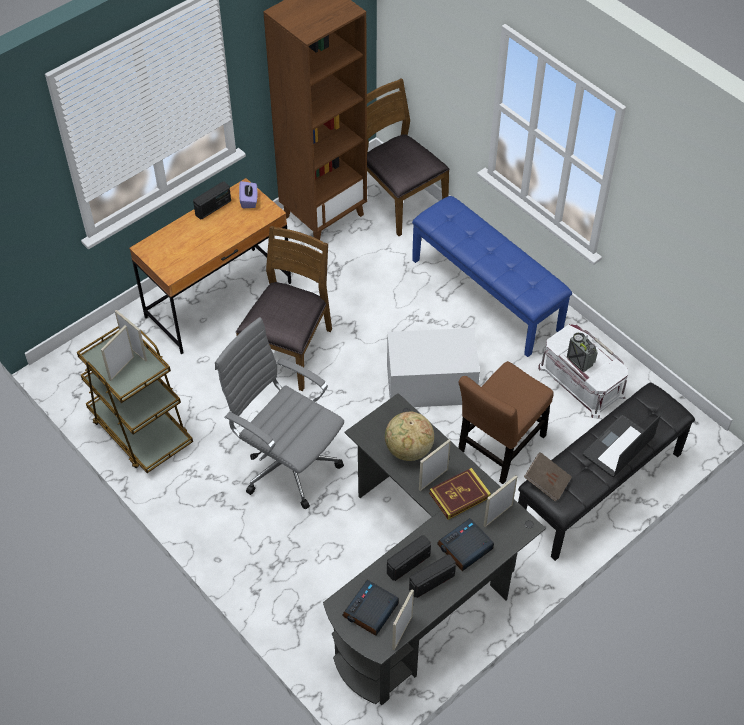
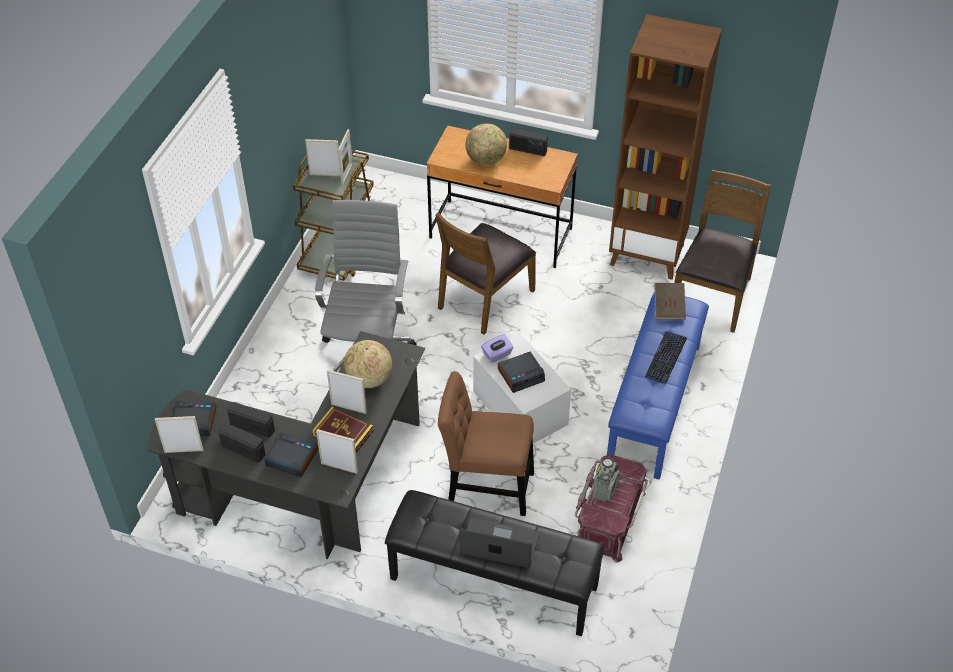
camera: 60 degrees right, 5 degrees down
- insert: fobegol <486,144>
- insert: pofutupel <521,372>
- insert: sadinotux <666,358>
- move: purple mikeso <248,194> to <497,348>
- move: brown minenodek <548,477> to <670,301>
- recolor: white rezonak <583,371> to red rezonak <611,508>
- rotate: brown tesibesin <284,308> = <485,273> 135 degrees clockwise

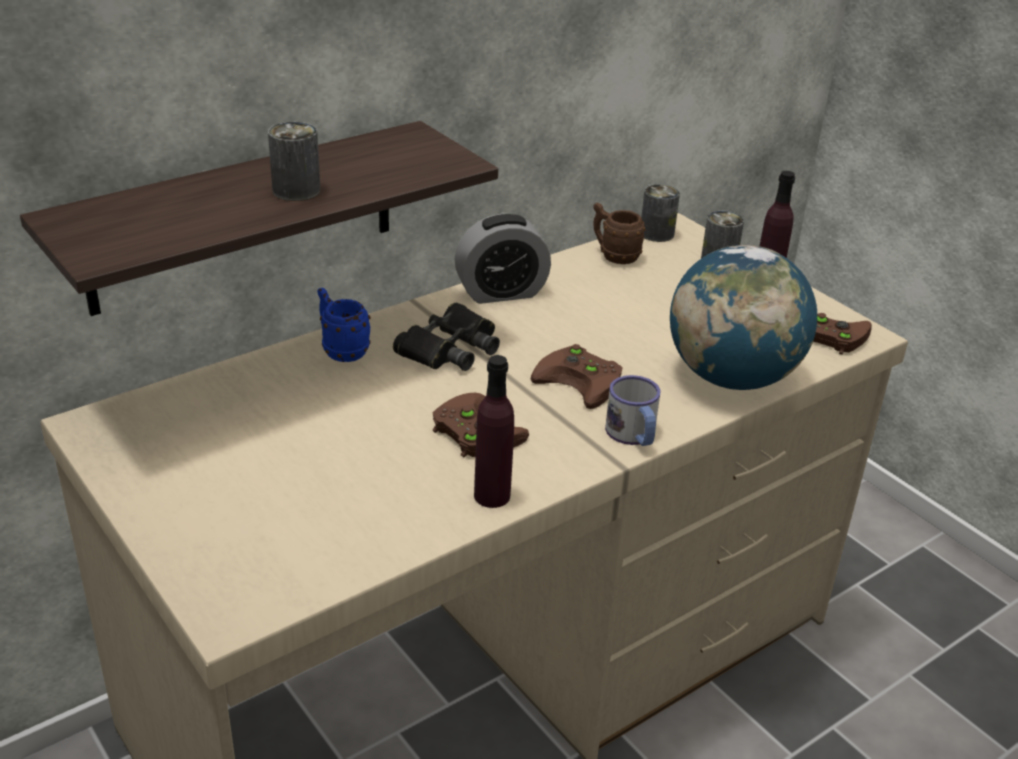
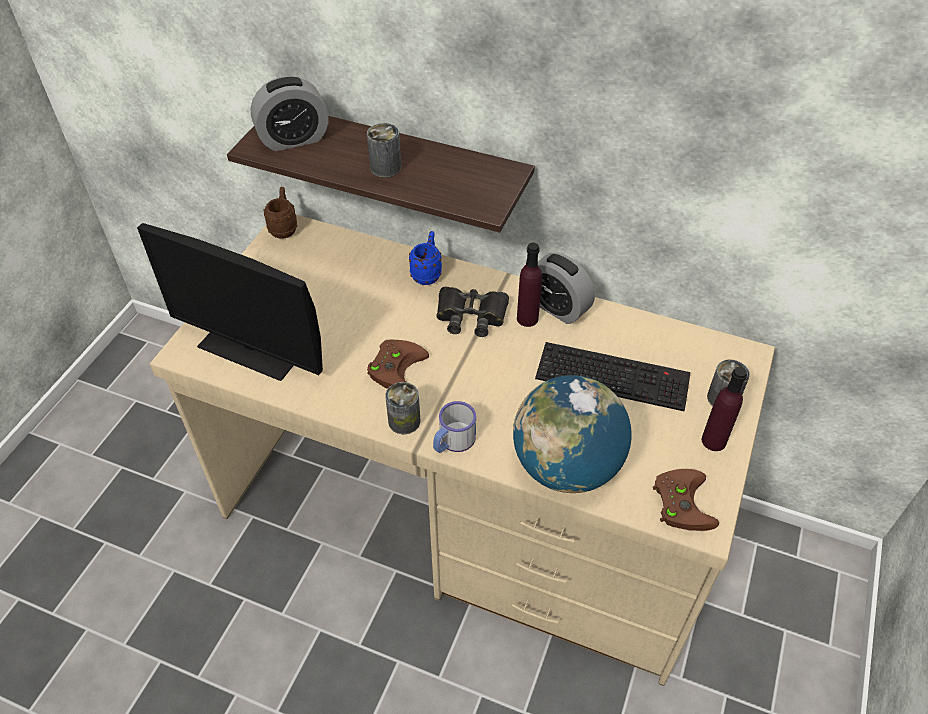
camera: 60 degrees right, 15 degrees up
- delete: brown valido <577,376>
- insert: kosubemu <230,302>
- insert: pofutupel <289,113>
- insert: sadinotux <613,376>
- move: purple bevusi <494,431> to <529,285>
- move: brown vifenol <619,233> to <280,213>
- move: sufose <660,213> to <403,408>

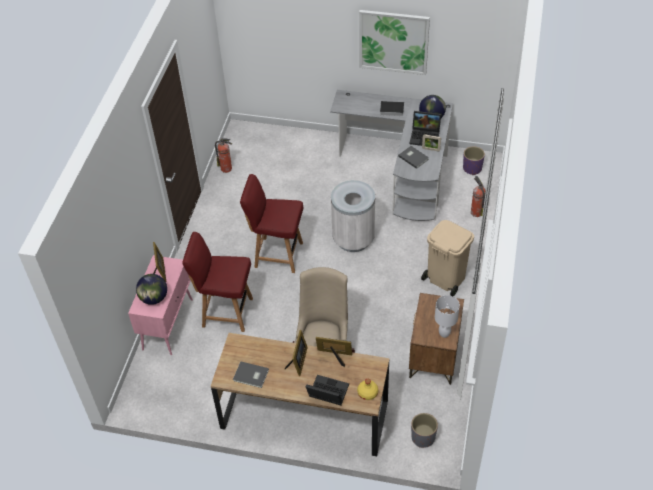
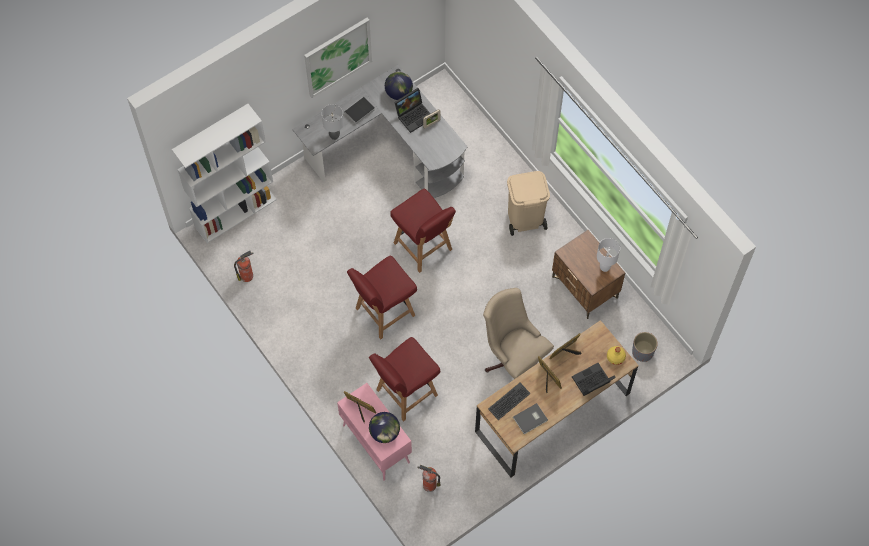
camera: 50 degrees left, 15 degrees up
- delete: grey minenodek <413,157>
- delete: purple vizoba <474,160>
- insert: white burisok <224,173>
- insert: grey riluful <333,122>
- insert: sadinotux <509,401>
- move: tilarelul <478,196> to <428,478>
- replace: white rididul <353,216> to red tesibesin <423,231>

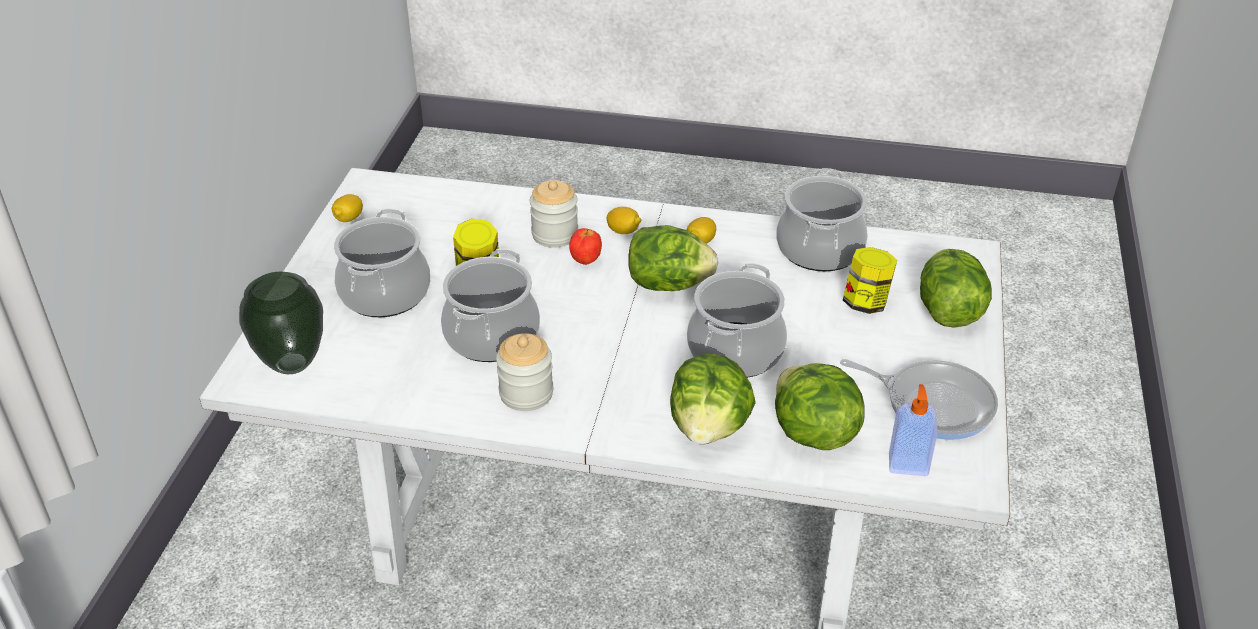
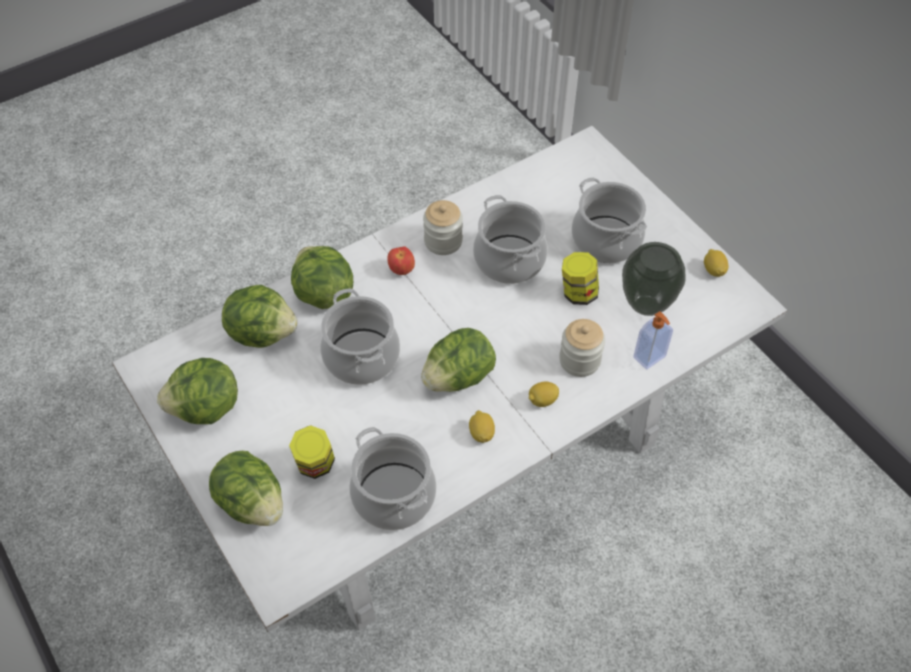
camera: 135 degrees right, 15 degrees up
- move: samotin <281,323> to <654,279>
- move: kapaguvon <586,246> to <401,260>
- move: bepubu <913,430> to <653,340>
- replace: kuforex <919,399> to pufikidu <197,391>

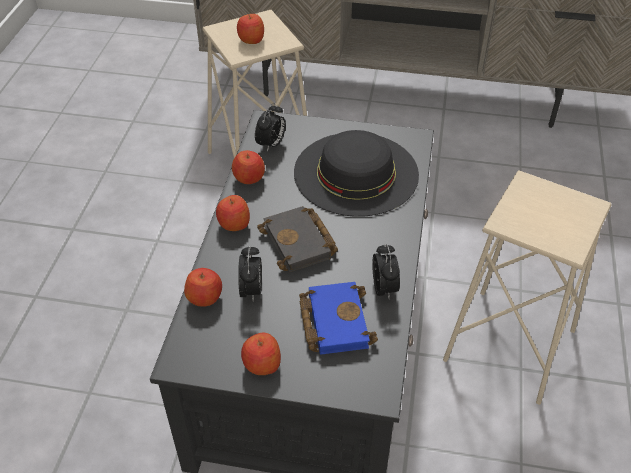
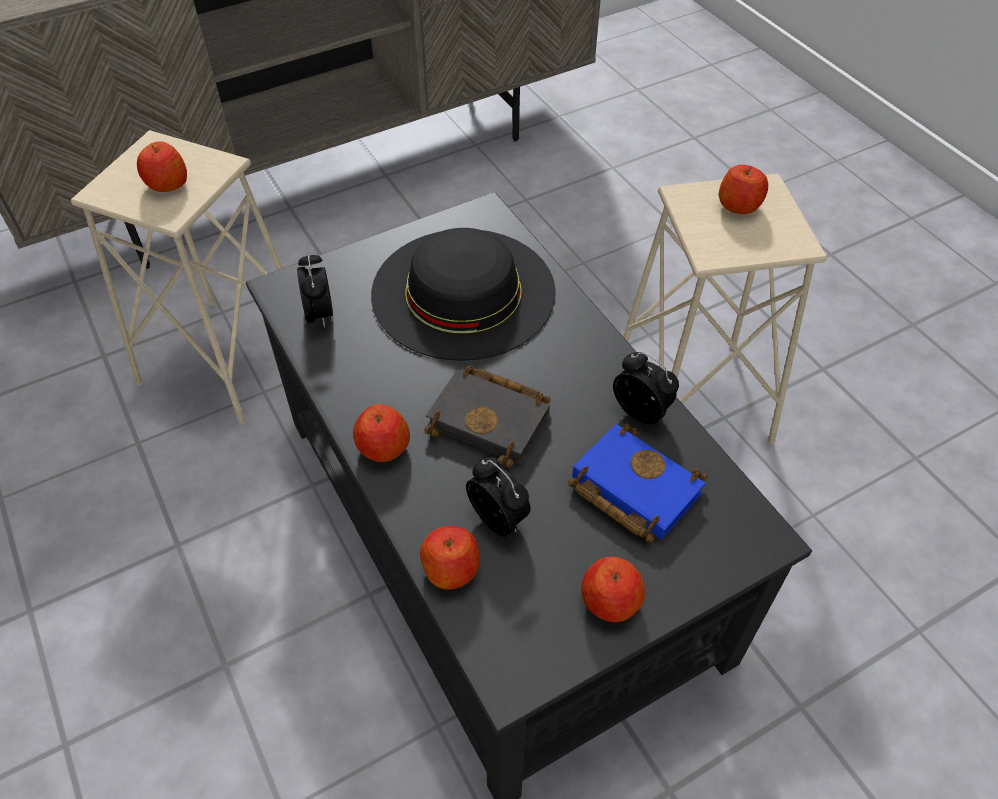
camera: 40 degrees left, 5 degrees up
- move: kapaguvon <248,167> to <743,189>

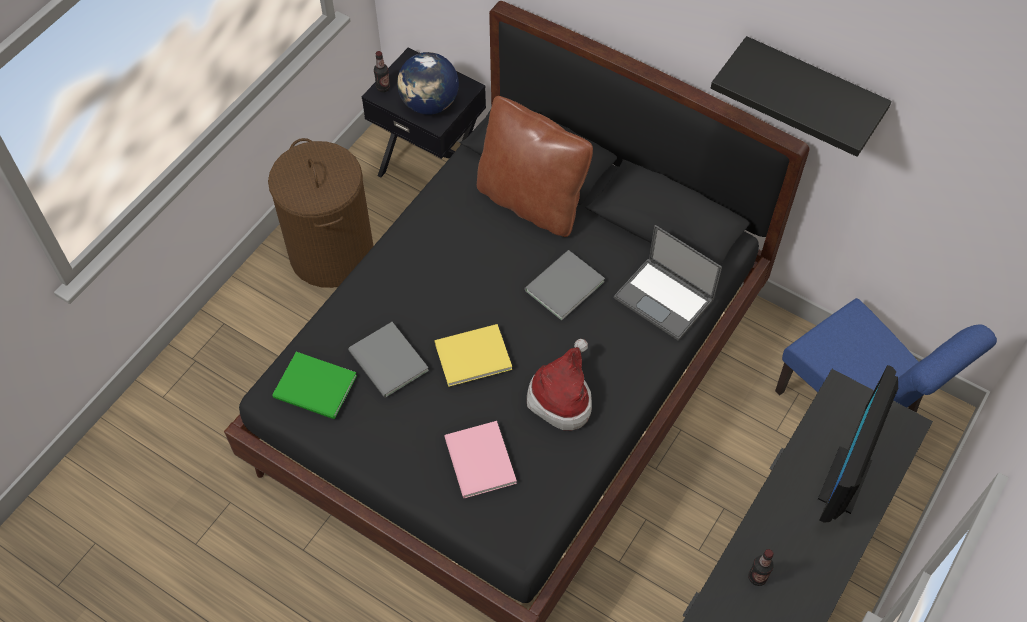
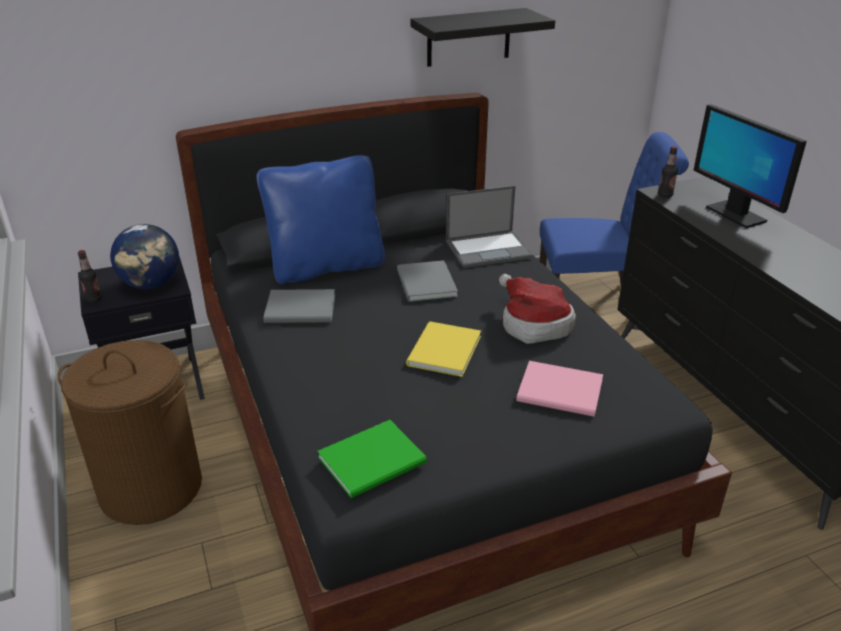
camera: 55 degrees left, 25 degrees down
- move: grey minenodek <388,360> to <299,306>
- move: bevusi <761,567> to <668,172>
- recolor: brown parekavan <535,166> to blue parekavan <320,219>

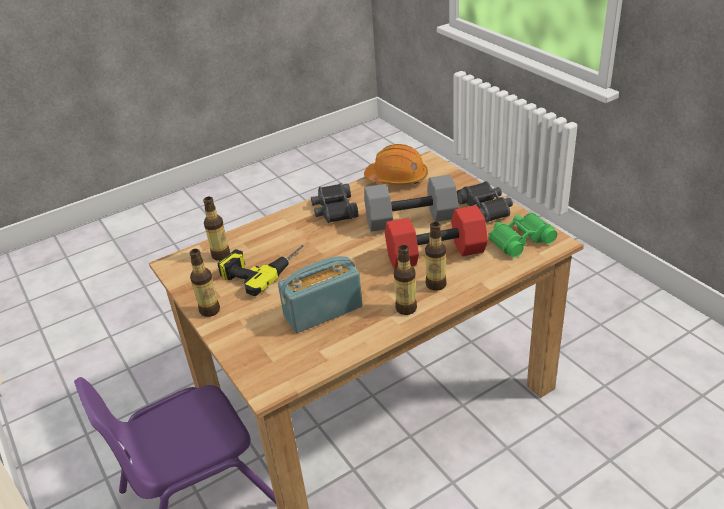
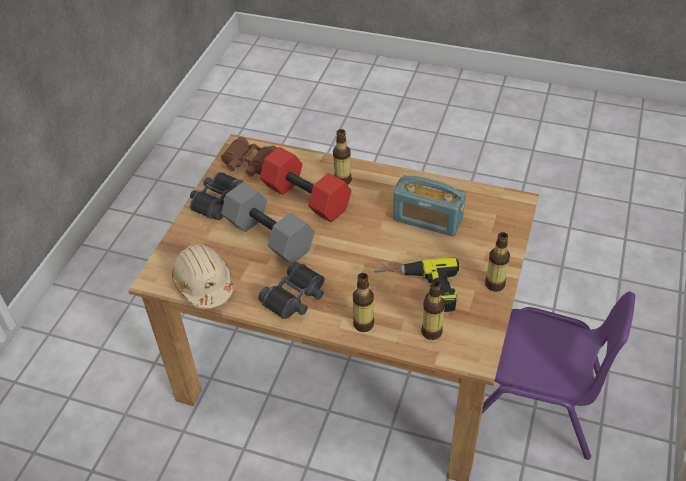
camera: 130 degrees left, 10 degrees up
- move: bevusi <405,280> to <363,302>
- recolor: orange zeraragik <396,164> to beige zeraragik <203,276>
- recolor: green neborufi <523,235> to brown neborufi <249,157>

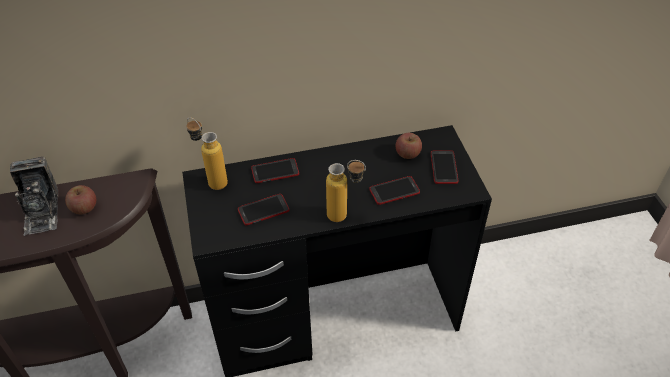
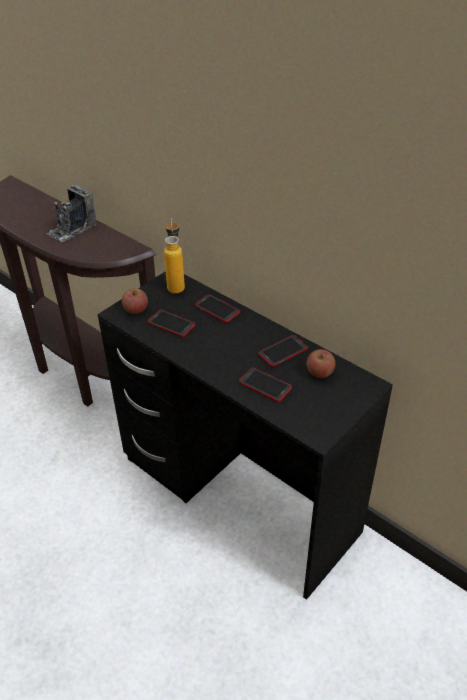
camera: 55 degrees right, 5 degrees down
- delete: bevusi <346,191>
- move: kapaguvon <80,199> to <135,301>
- move: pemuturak <444,167> to <283,351>

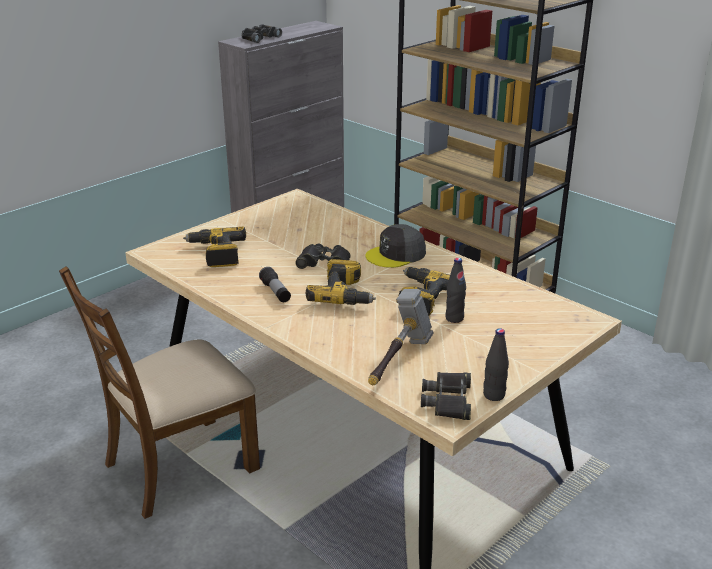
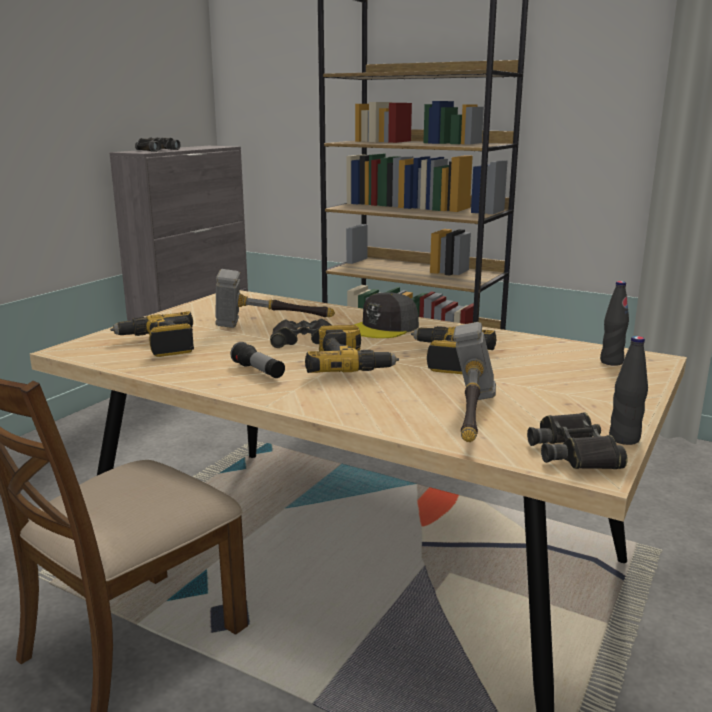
camera: 15 degrees left, 10 degrees down
- insert: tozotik <275,298>
- move: black bevusi <455,290> to <614,323>

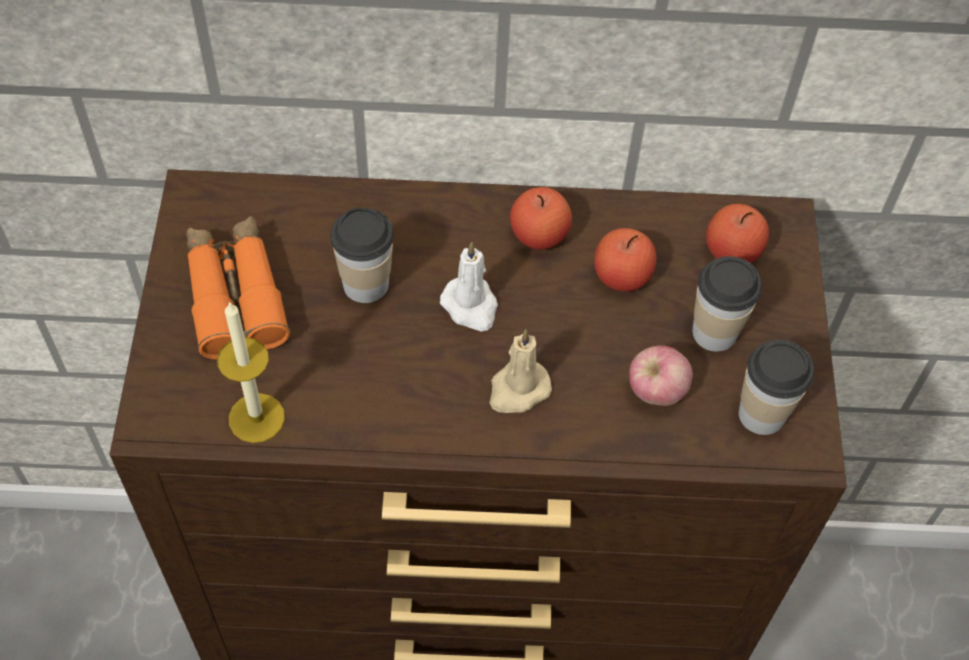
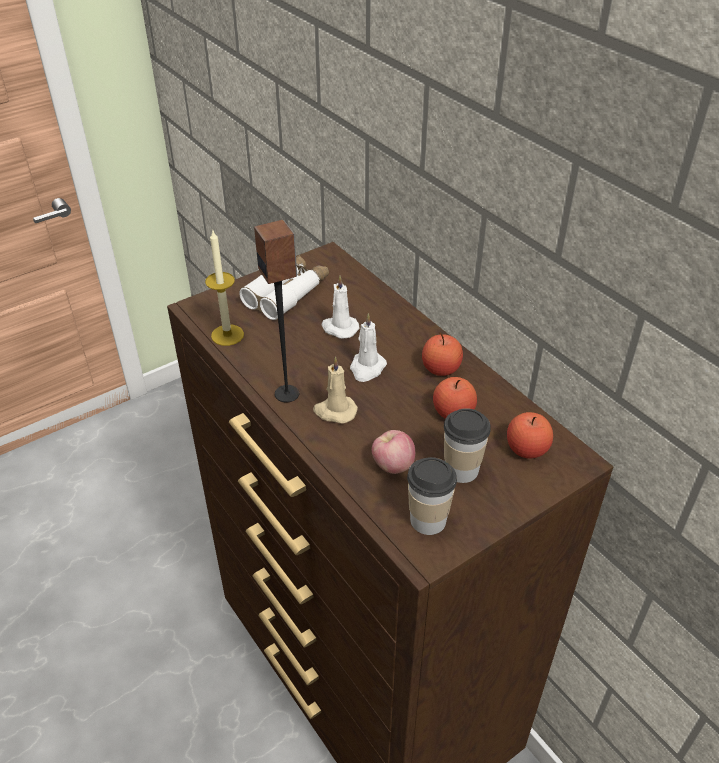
camera: 55 degrees right, 15 degrees down
- insert: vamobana <276,311>
- replace: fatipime <362,255> to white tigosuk <341,307>
- recolor: orange neborufi <238,287> to white neborufi <284,287>

